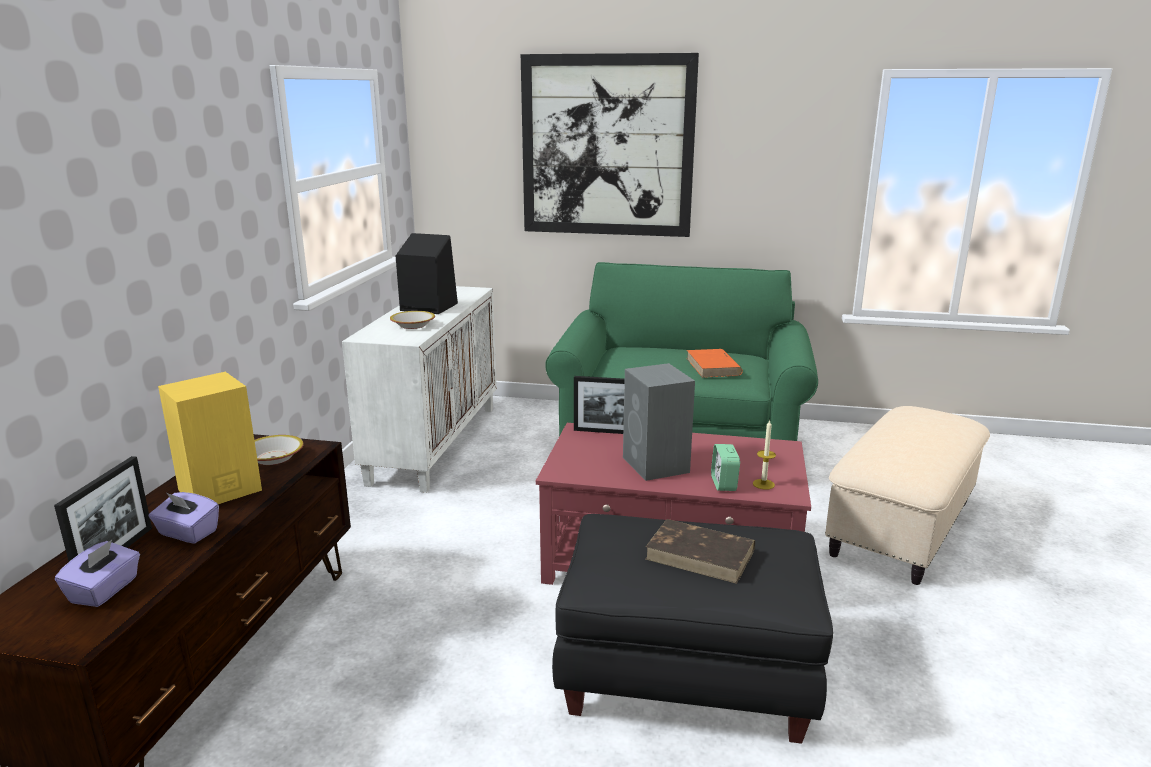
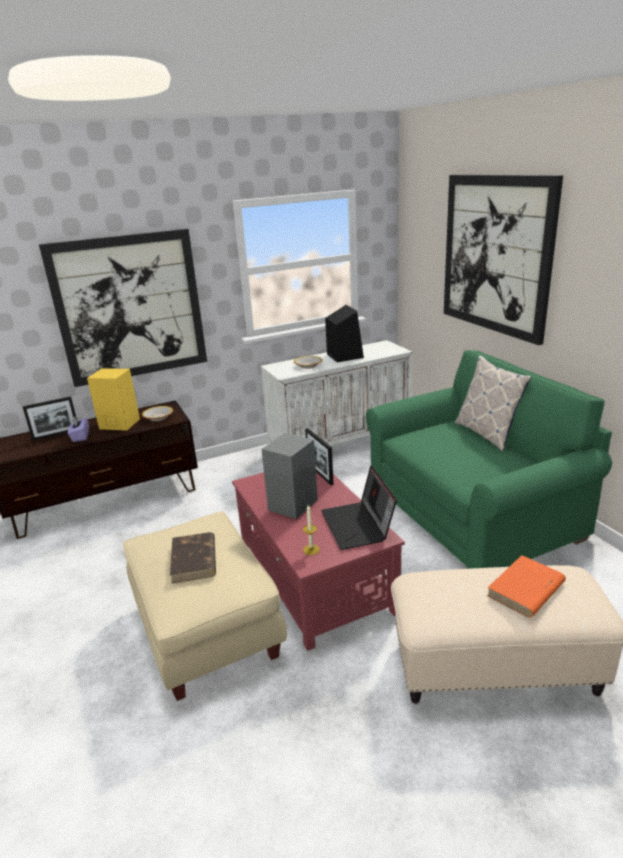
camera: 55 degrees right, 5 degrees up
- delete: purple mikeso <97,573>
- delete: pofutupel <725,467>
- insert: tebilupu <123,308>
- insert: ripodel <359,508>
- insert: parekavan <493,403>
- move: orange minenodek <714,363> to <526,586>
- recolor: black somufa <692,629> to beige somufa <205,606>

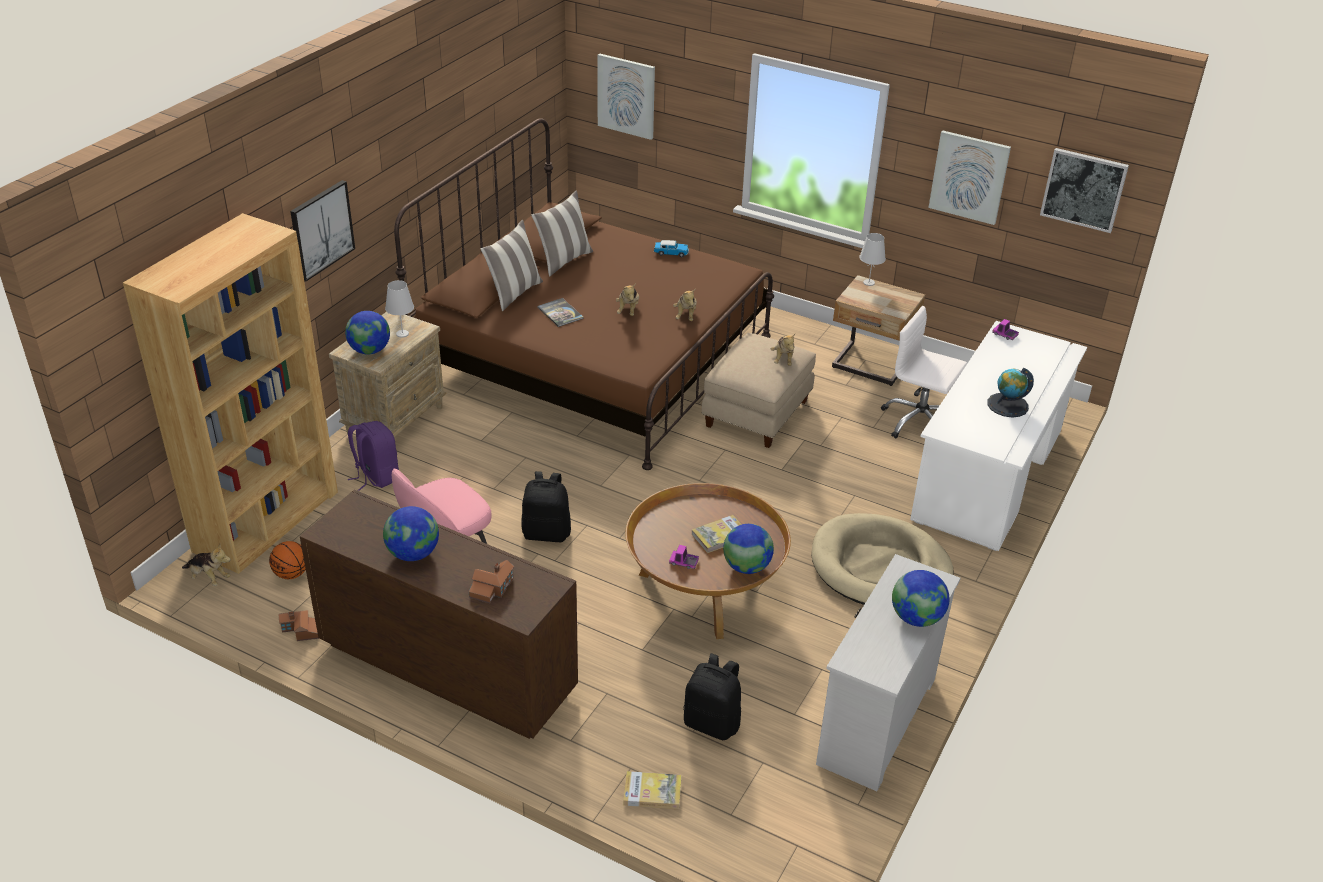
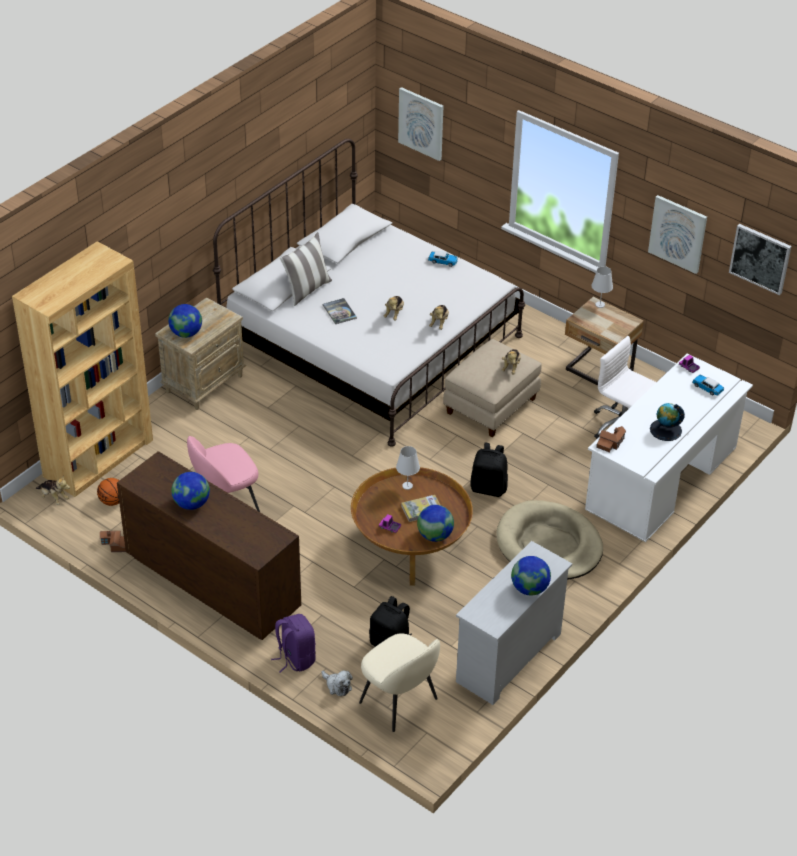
camera: 10 degrees right, 5 degrees up
- delete: tebilupu <322,231>
- delete: parekavan <562,233>
- insert: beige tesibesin <399,682>
- insert: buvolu <708,385>
- move: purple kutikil <373,456> to <293,643>
- move: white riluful <399,309> to <408,468>
- move: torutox <491,581> to <611,439>
- move: black kutikil <546,506> to <489,469>
- replace: minenodek <652,790> to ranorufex <337,683>
- recolor: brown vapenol <584,294> to white vapenol <369,293>

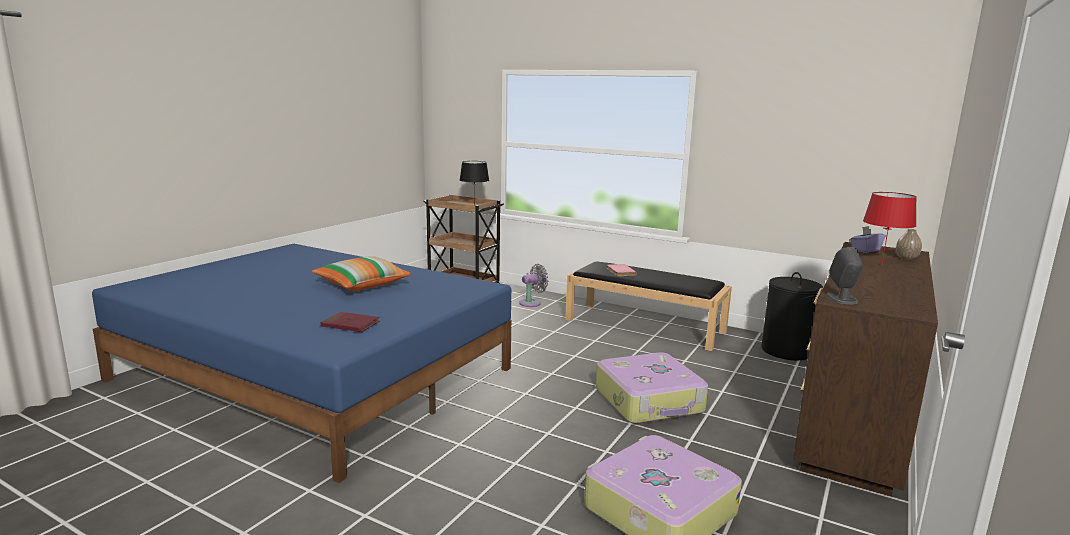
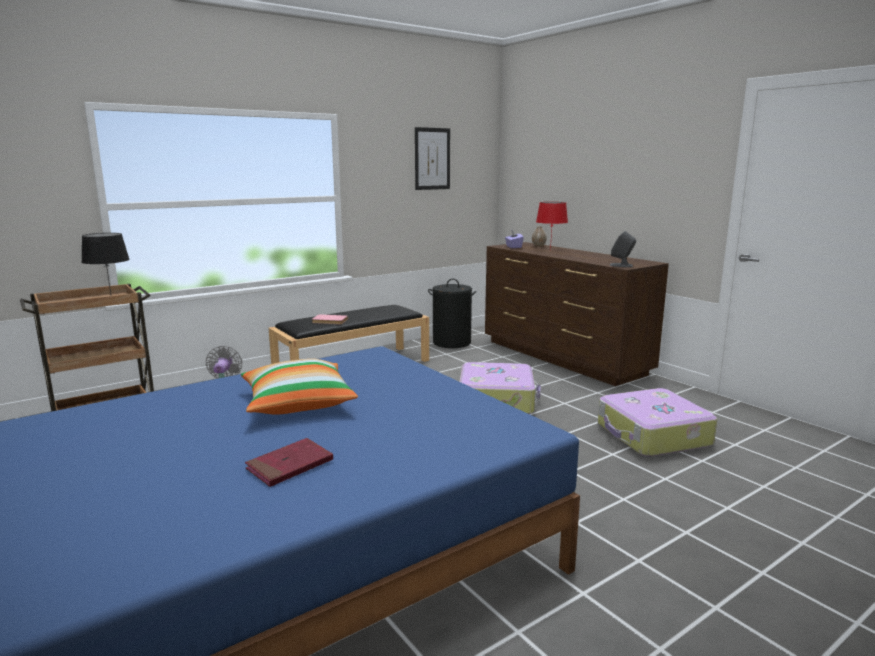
camera: 65 degrees left, 0 degrees up
- insert: tebilupu <432,158>
- move: red minenodek <350,322> to <289,462>

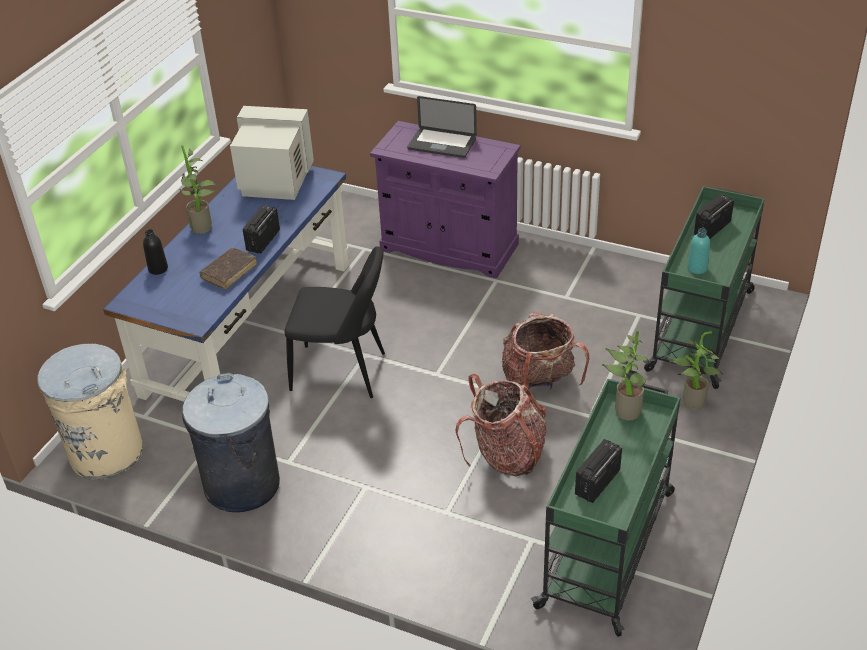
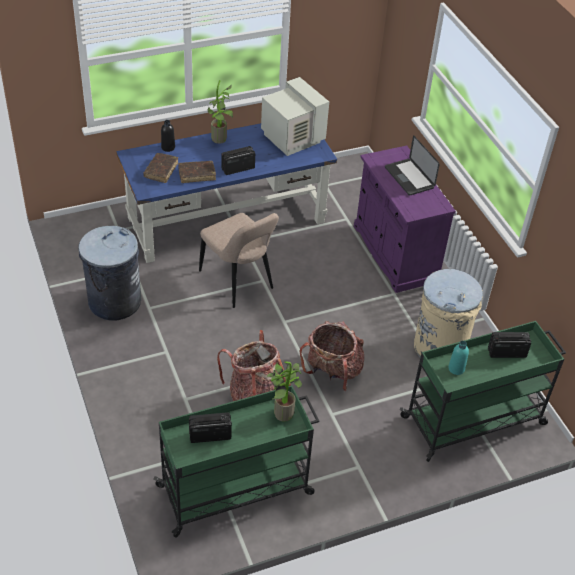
camera: 40 degrees right, 5 degrees up
- delete: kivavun <696,370>
- insert: brown minenodek <160,168>
- move: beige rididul <90,412> to <448,313>
- recolor: black tesibesin <334,322> to beige tesibesin <239,260>

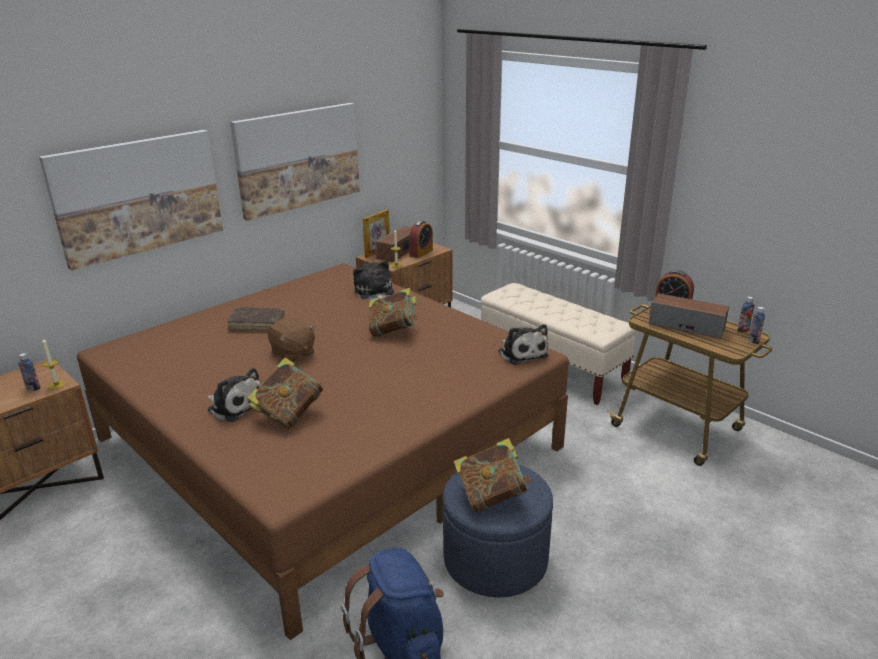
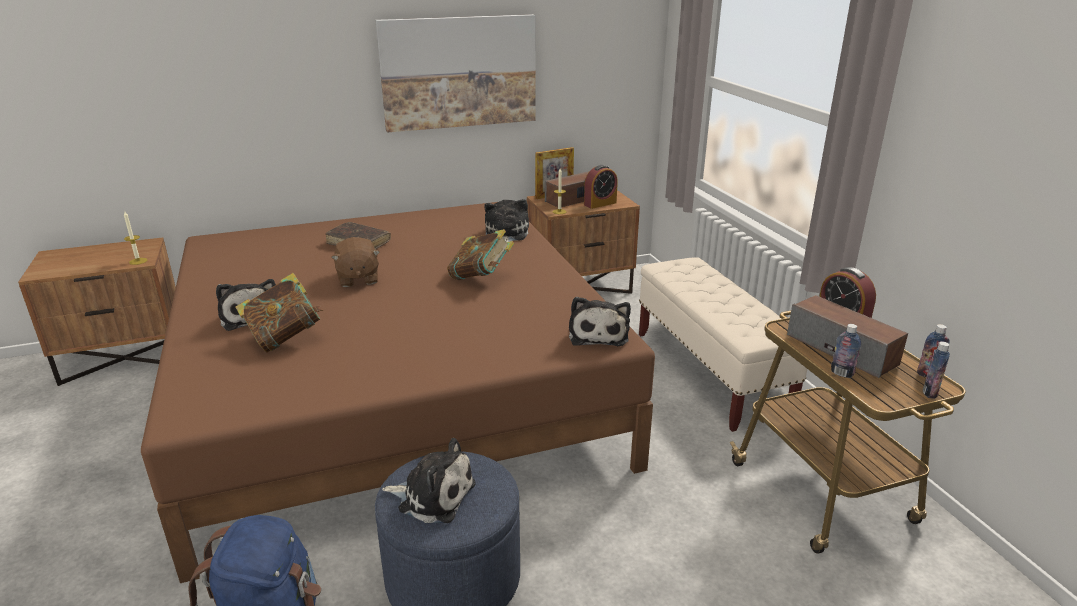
camera: 25 degrees right, 0 degrees up
- delete: tebilupu <131,200>
- move: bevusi <29,372> to <846,351>
- replace: minenodek <493,475> to ranorufex <428,480>

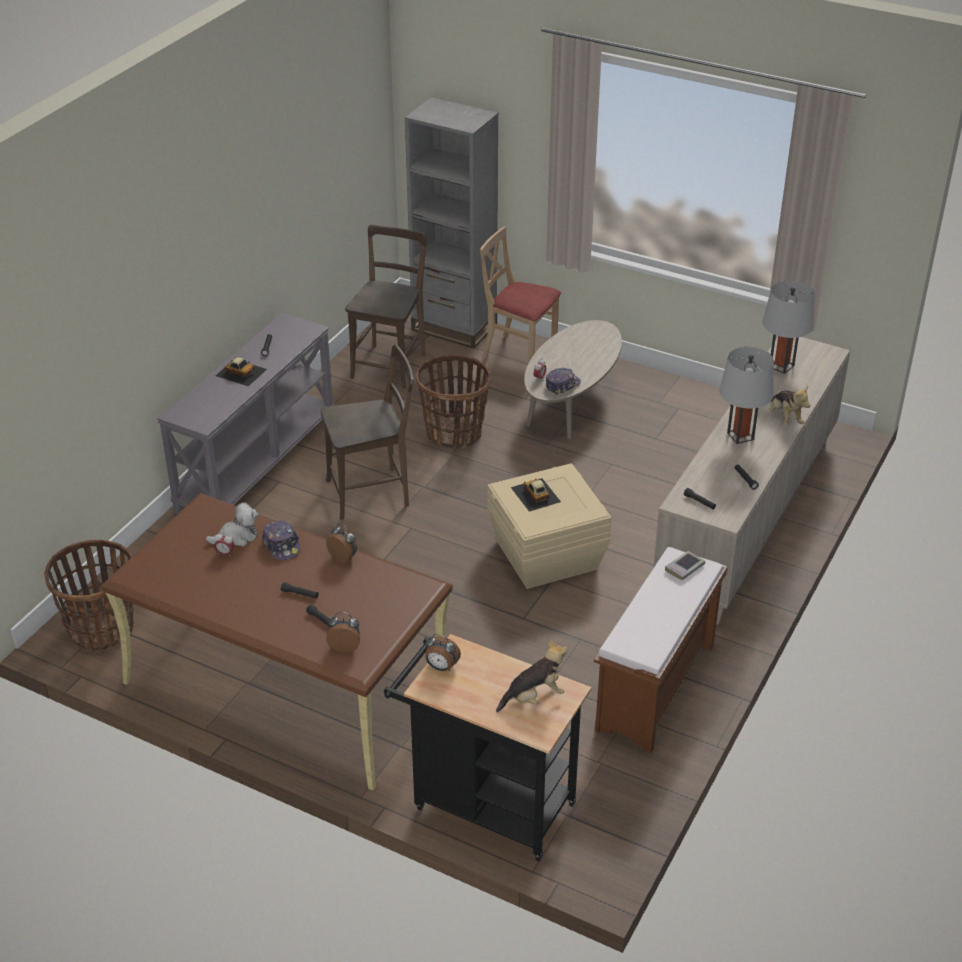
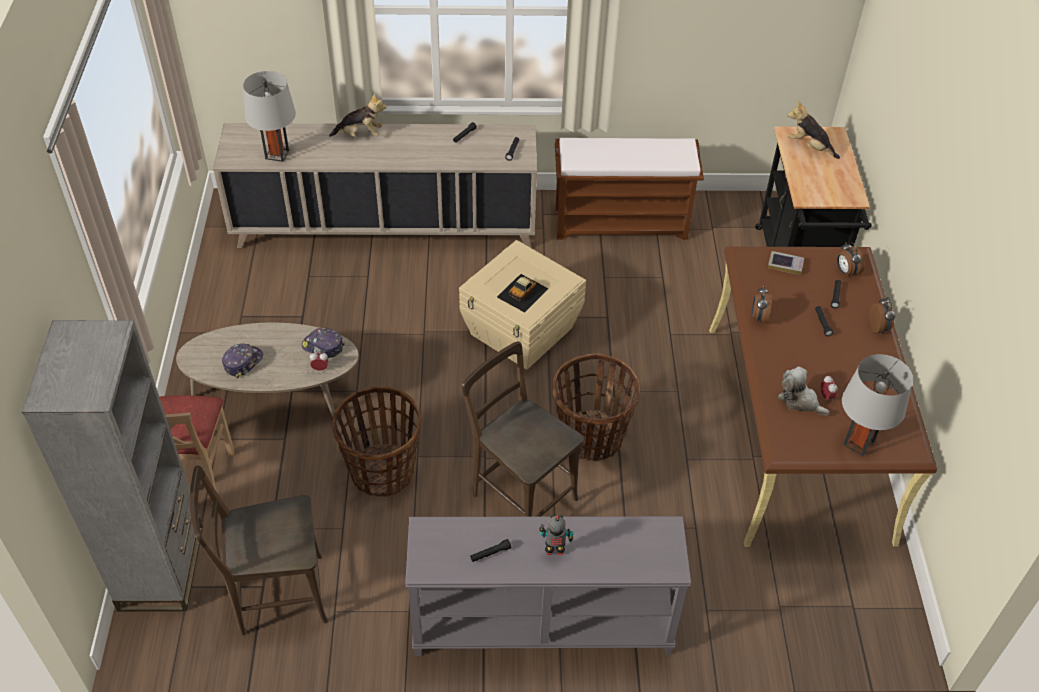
camera: 120 degrees left, 10 degrees up
- move: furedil <89,596> to <596,407>
- move: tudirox <281,540> to <242,360>
- move: pofutupel <443,652> to <882,315>
- move: minenodek <685,565> to <786,263>
- move: grey riluful <746,395> to <877,405>
- replace: buvolu <241,371> to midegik <556,535>
- rotate: ranorufex <790,406> = <357,115> 45 degrees clockwise

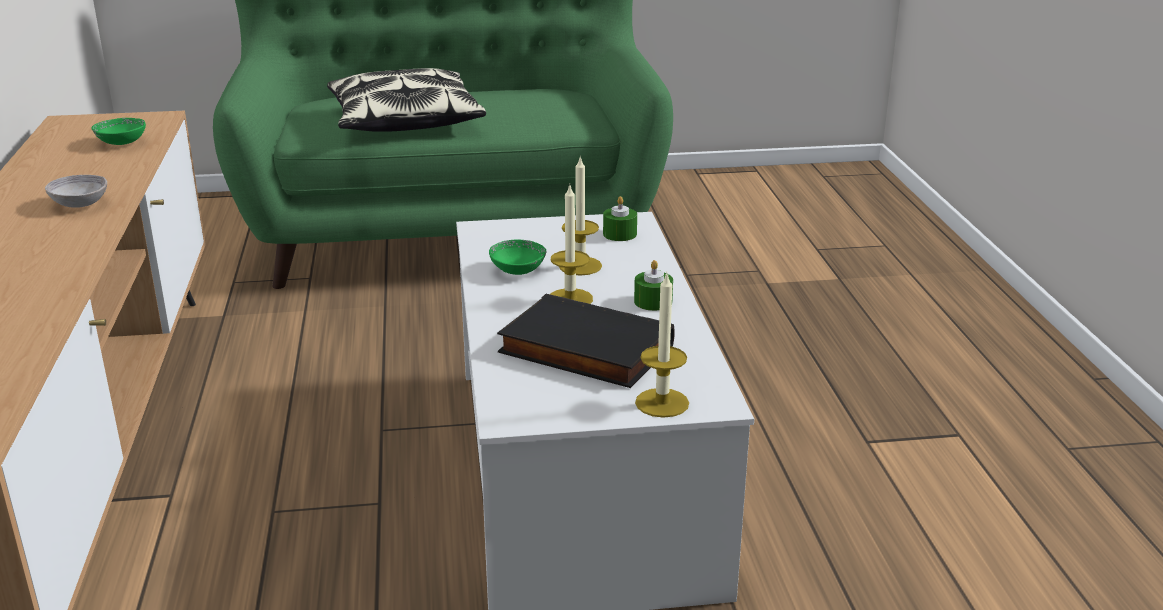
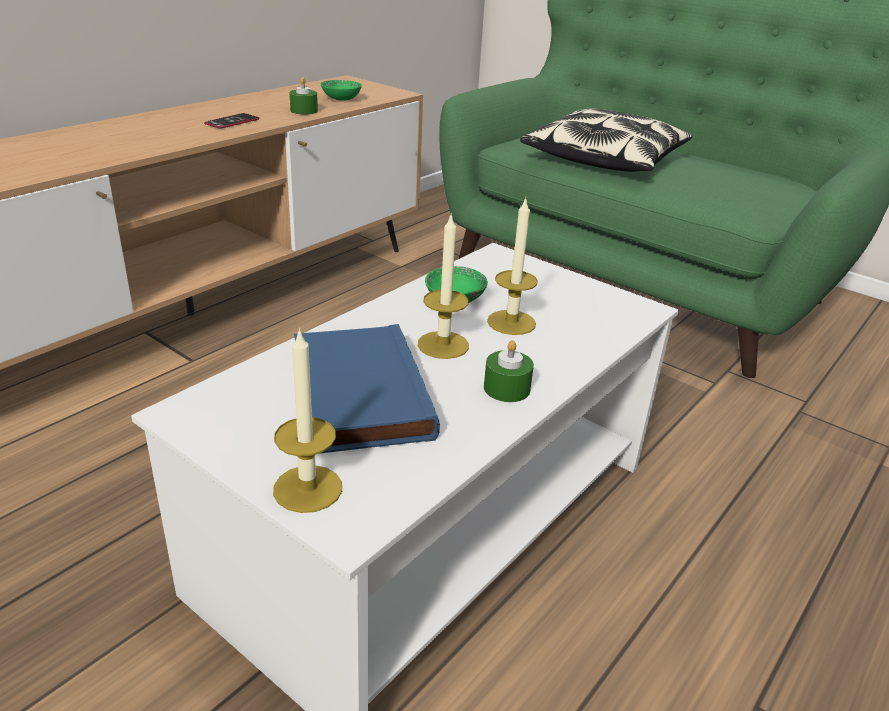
camera: 45 degrees right, 5 degrees up
- move: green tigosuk <620,218> to <303,96>
- replace: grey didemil <76,191> to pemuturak <232,121>
- recolor: black minenodek <586,341> to blue minenodek <367,389>

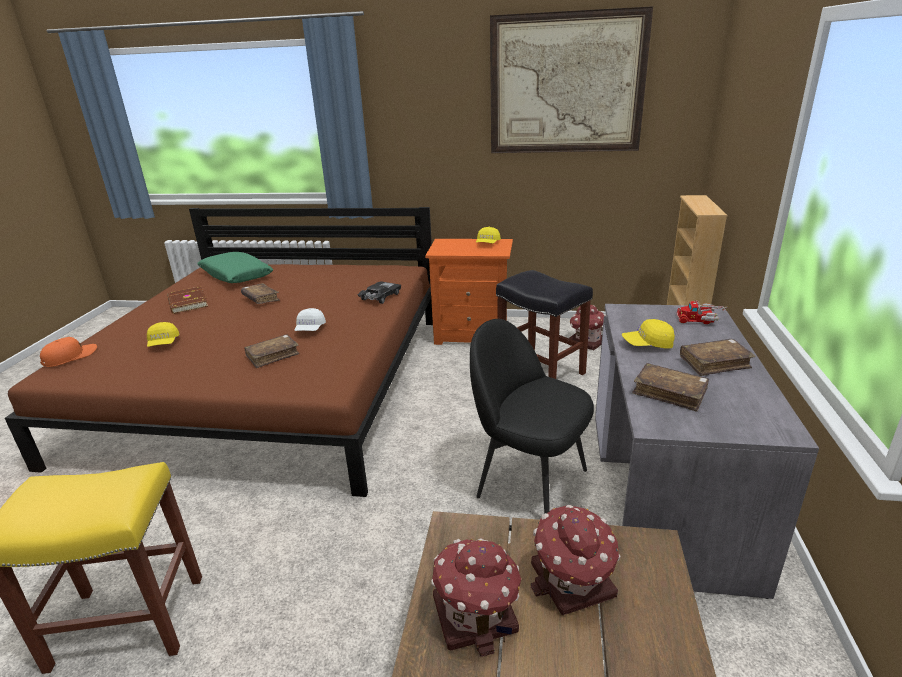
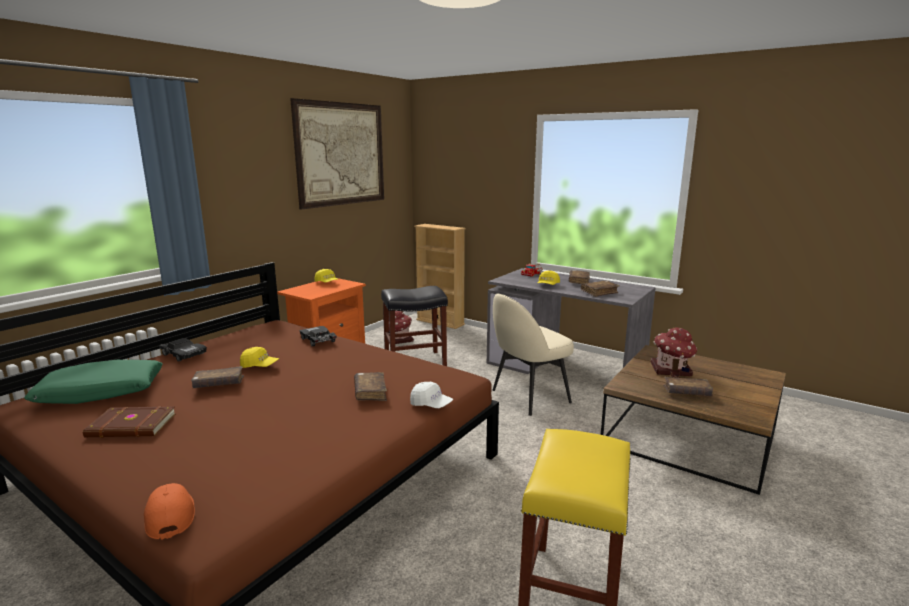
camera: 65 degrees left, 10 degrees down
- insert: black buvolu <183,350>
- move: yellow tudirox <163,334> to <259,357>
- move: white tudirox <310,319> to <431,395>
- replace: torutox <476,597> to brown minenodek <688,386>
- recolor: black tesibesin <532,416> to beige tesibesin <533,355>

